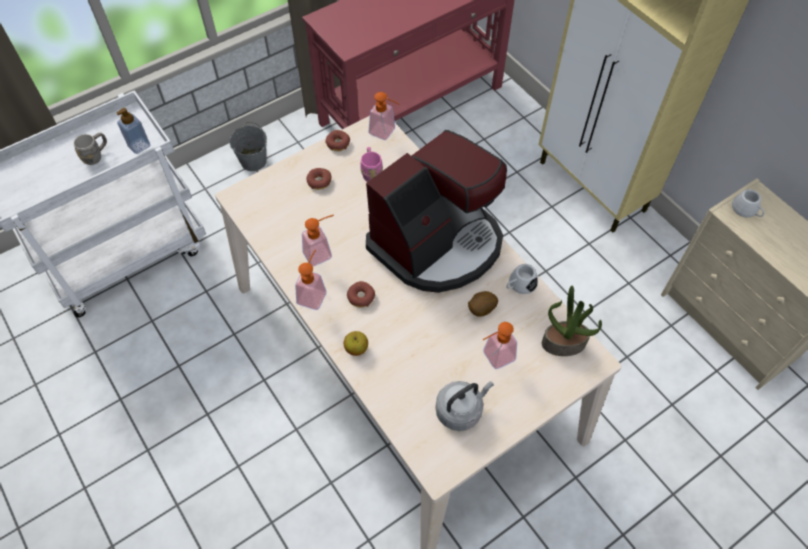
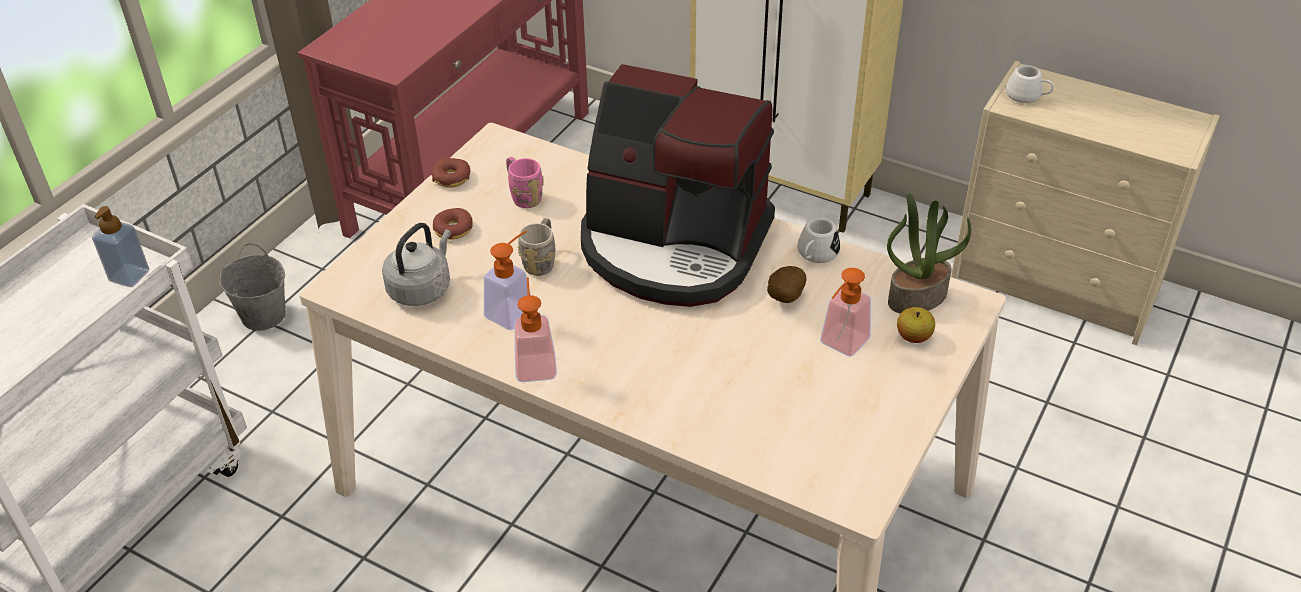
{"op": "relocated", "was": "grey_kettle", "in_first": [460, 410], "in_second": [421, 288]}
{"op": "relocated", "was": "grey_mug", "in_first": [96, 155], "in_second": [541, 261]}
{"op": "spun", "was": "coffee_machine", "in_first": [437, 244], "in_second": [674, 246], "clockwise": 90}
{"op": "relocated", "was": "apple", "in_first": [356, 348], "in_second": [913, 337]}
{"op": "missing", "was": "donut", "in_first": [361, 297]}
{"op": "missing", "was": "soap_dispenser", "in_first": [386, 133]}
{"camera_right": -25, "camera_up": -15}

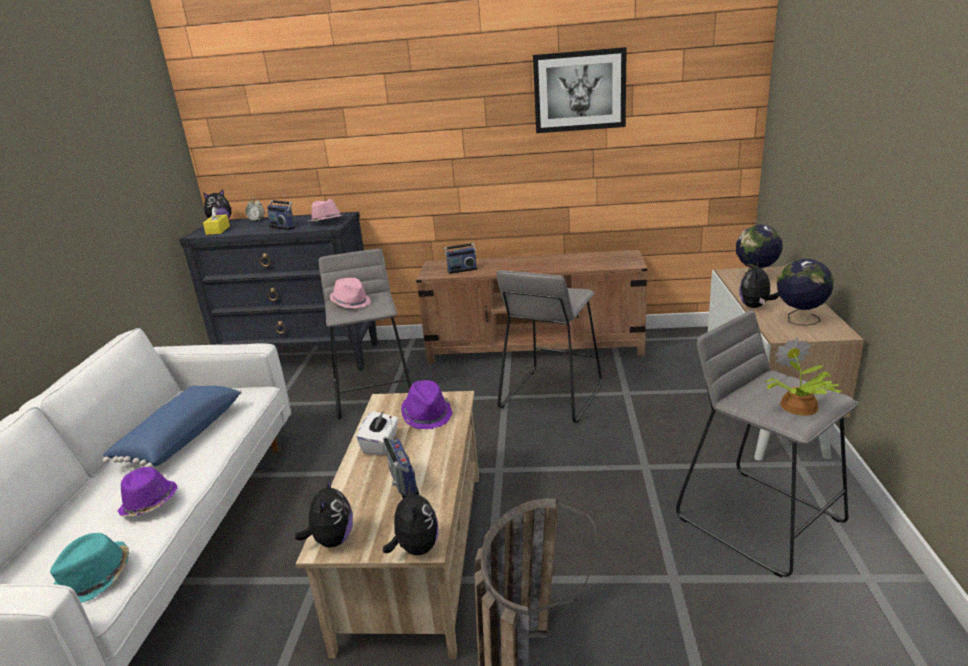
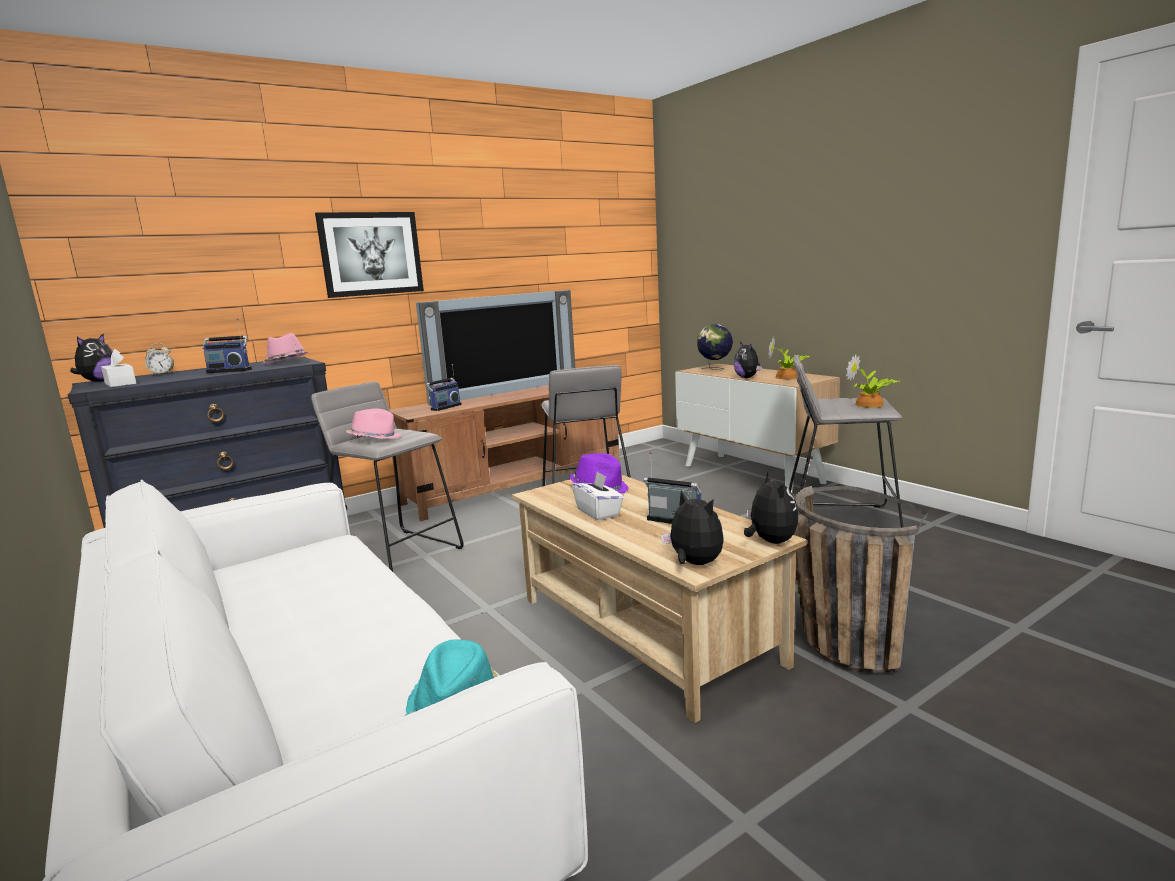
{"op": "colour", "was": "yellow_tissue_box", "now": "white_tissue_box", "in_first": [218, 230], "in_second": [120, 383]}
{"op": "relocated", "was": "picture", "in_first": [579, 91], "in_second": [371, 254]}
{"op": "appeared", "now": "television", "in_second": [503, 391]}
{"op": "spun", "was": "plush_toy", "in_first": [415, 548], "in_second": [770, 541], "clockwise": 45}
{"op": "exchanged", "was": "globe", "now": "potted_plant", "in_first": [799, 320], "in_second": [787, 377]}
{"op": "missing", "was": "blue_pillow", "in_first": [180, 437]}
{"op": "missing", "was": "purple_hat", "in_first": [149, 504]}
{"camera_right": -40, "camera_up": -10}

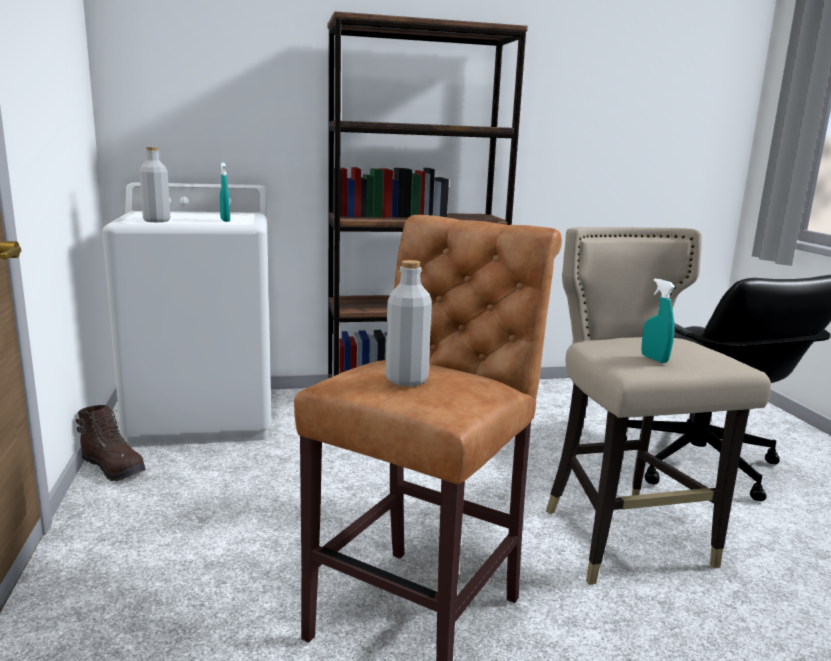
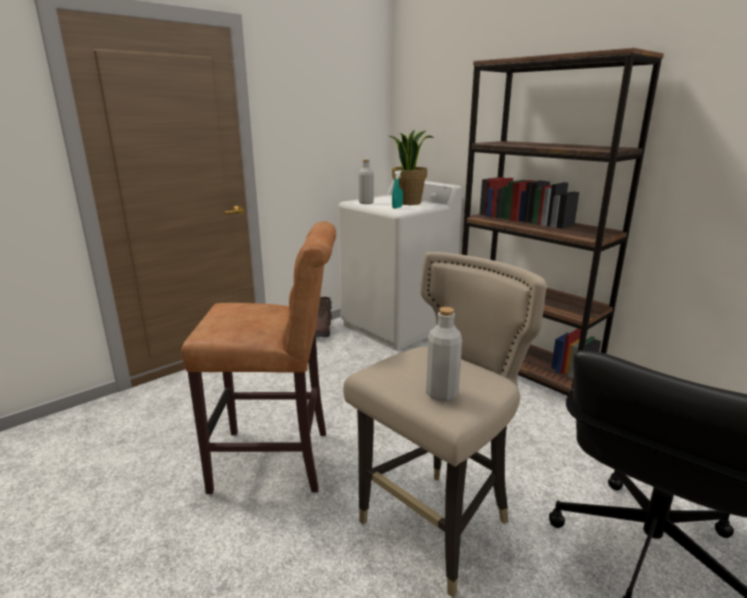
{"op": "appeared", "now": "potted_plant", "in_second": [408, 202]}
{"op": "relocated", "was": "grey_bottle", "in_first": [406, 380], "in_second": [441, 394]}
{"op": "missing", "was": "turquoise_spray_bottle", "in_first": [654, 359]}
{"camera_right": 60, "camera_up": 5}

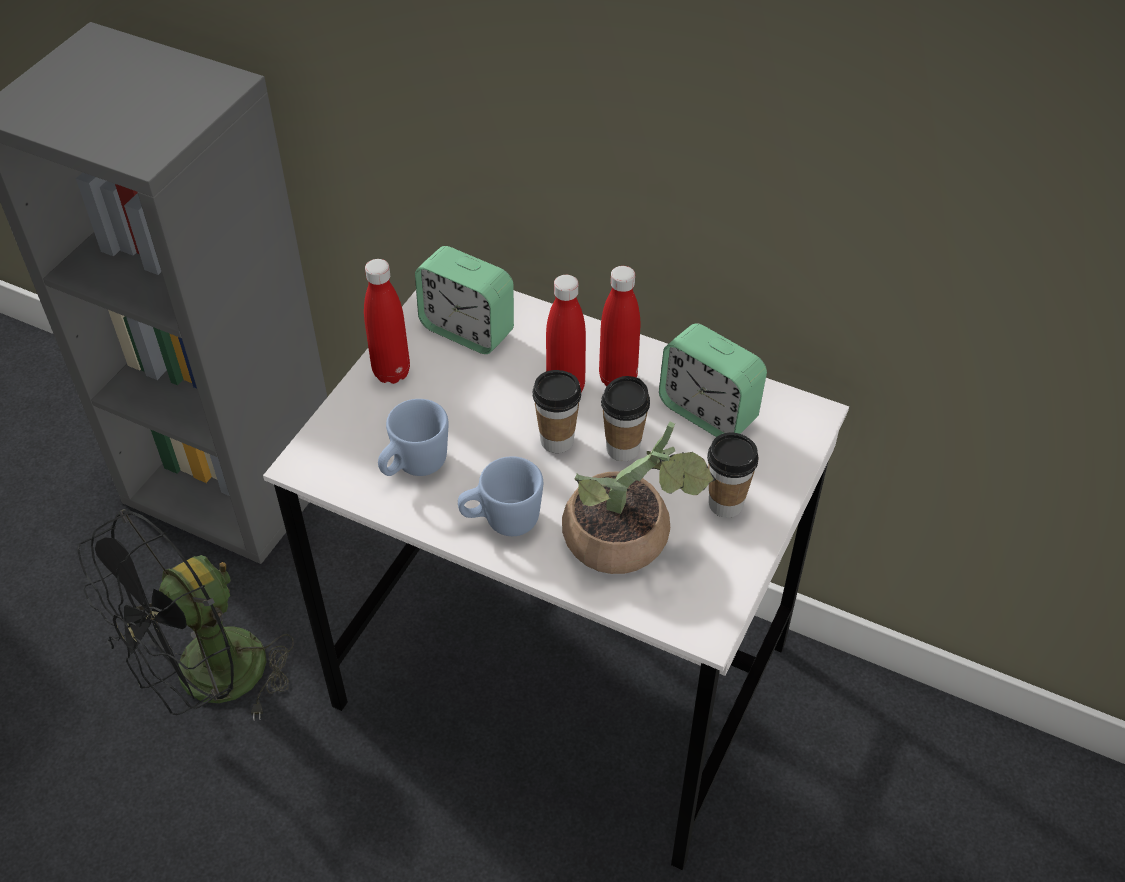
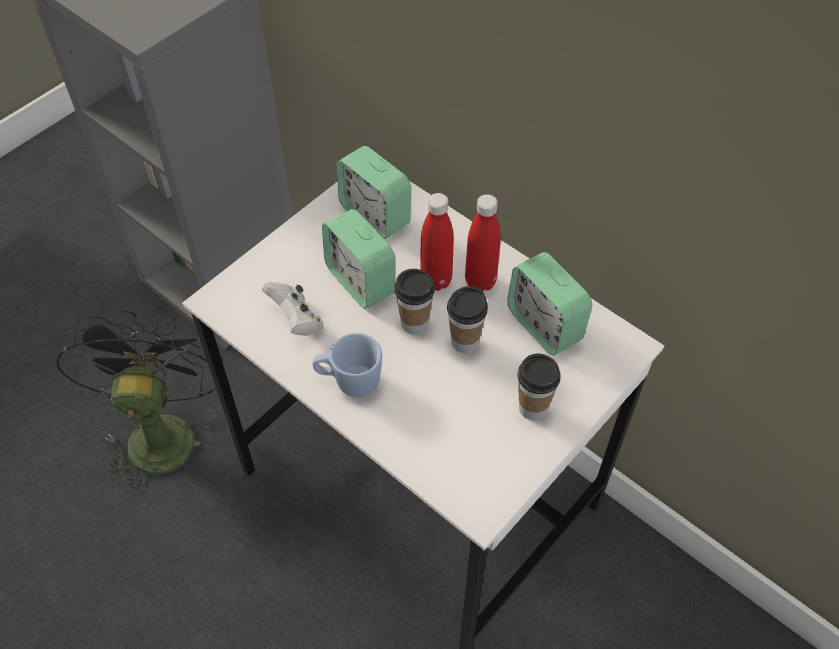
{"op": "spun", "was": "black_fan", "in_first": [207, 682], "in_second": [161, 430], "clockwise": 120}
{"op": "exchanged", "was": "blue_mug", "now": "white_game_controller", "in_first": [414, 466], "in_second": [297, 320]}
{"op": "appeared", "now": "alarm_clock", "in_second": [360, 281]}
{"op": "missing", "was": "red_bottle", "in_first": [391, 372]}
{"op": "missing", "was": "potted_plant", "in_first": [628, 542]}
{"camera_right": 15, "camera_up": 5}

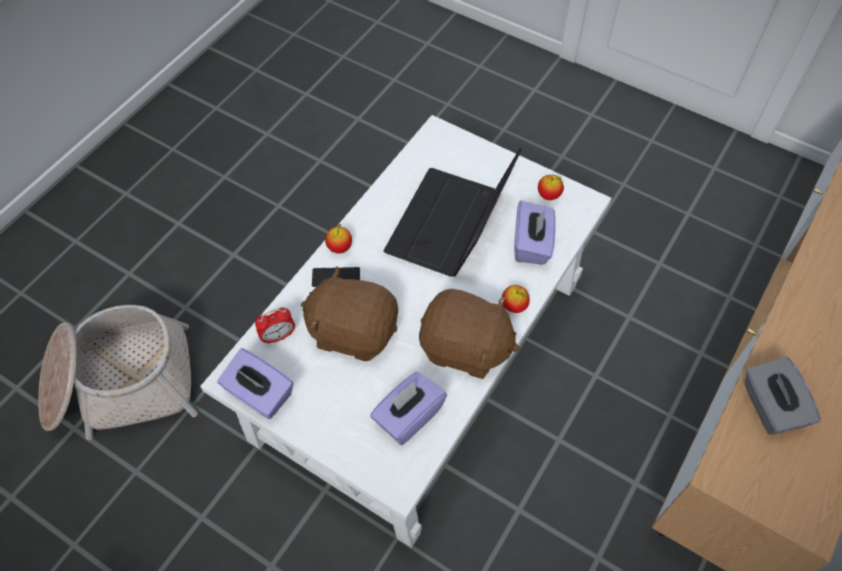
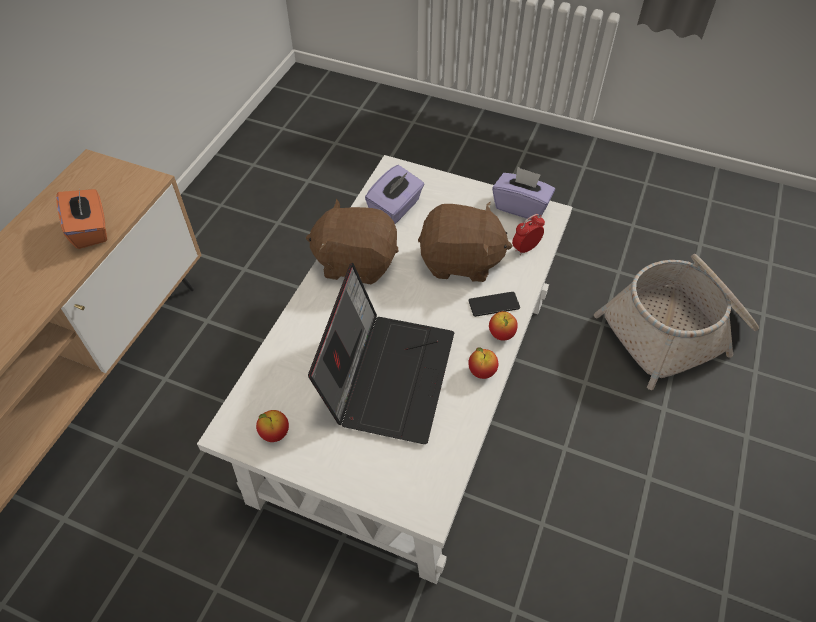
{"op": "colour", "was": "grey_tissue_box", "now": "orange_tissue_box", "in_first": [770, 407], "in_second": [90, 229]}
{"op": "relocated", "was": "apple", "in_first": [514, 306], "in_second": [481, 372]}
{"op": "missing", "was": "purple_tissue_box", "in_first": [532, 244]}
{"camera_right": 170, "camera_up": -5}

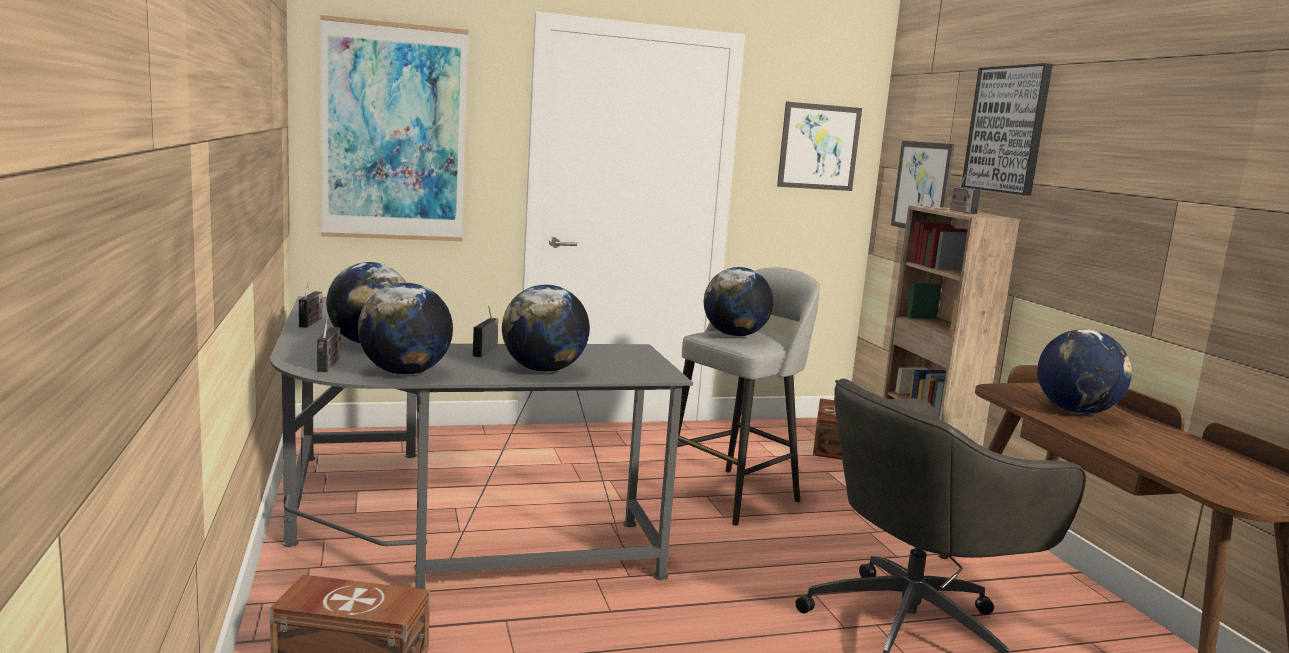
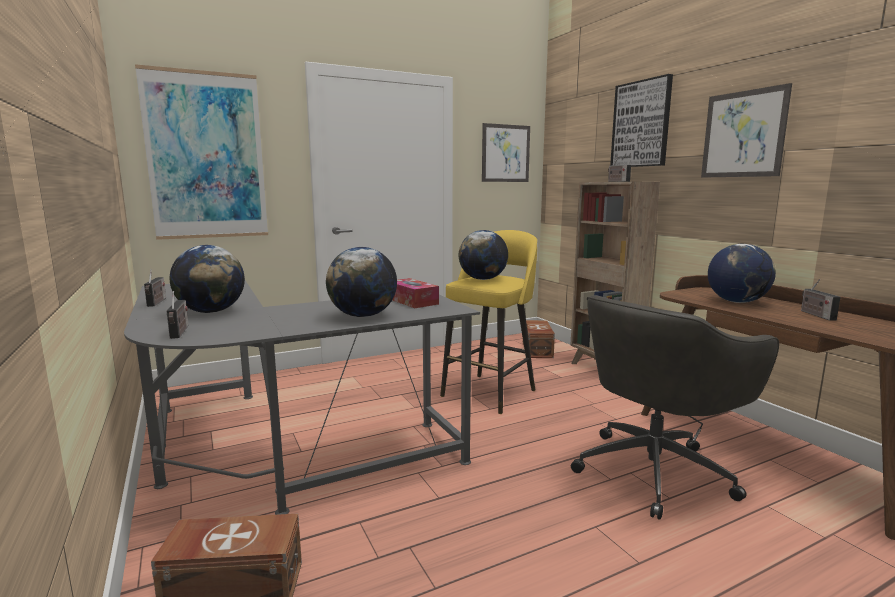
{"op": "appeared", "now": "tissue_box", "in_second": [412, 301]}
{"op": "colour", "was": "grey_stool", "now": "yellow_stool", "in_first": [734, 495], "in_second": [490, 392]}
{"op": "relocated", "was": "picture", "in_first": [922, 187], "in_second": [743, 134]}
{"op": "relocated", "was": "radio", "in_first": [485, 350], "in_second": [815, 315]}
{"op": "missing", "was": "globe", "in_first": [405, 372]}
{"camera_right": -10, "camera_up": 0}

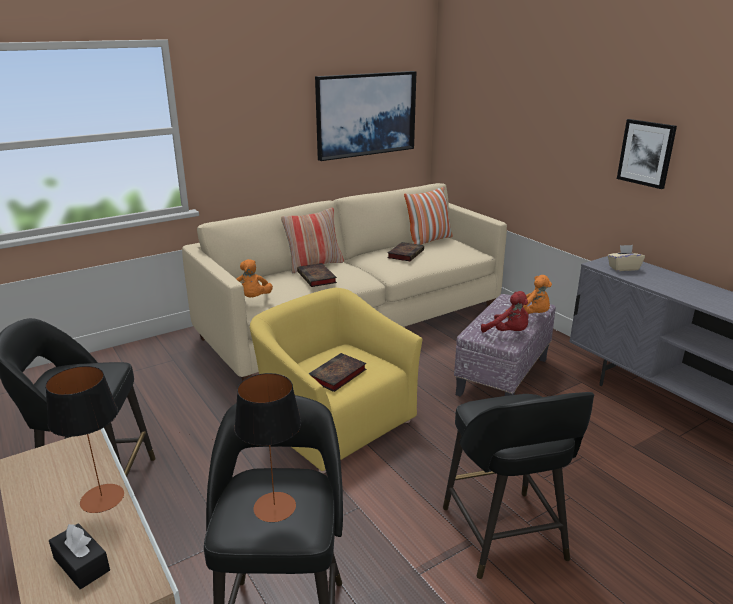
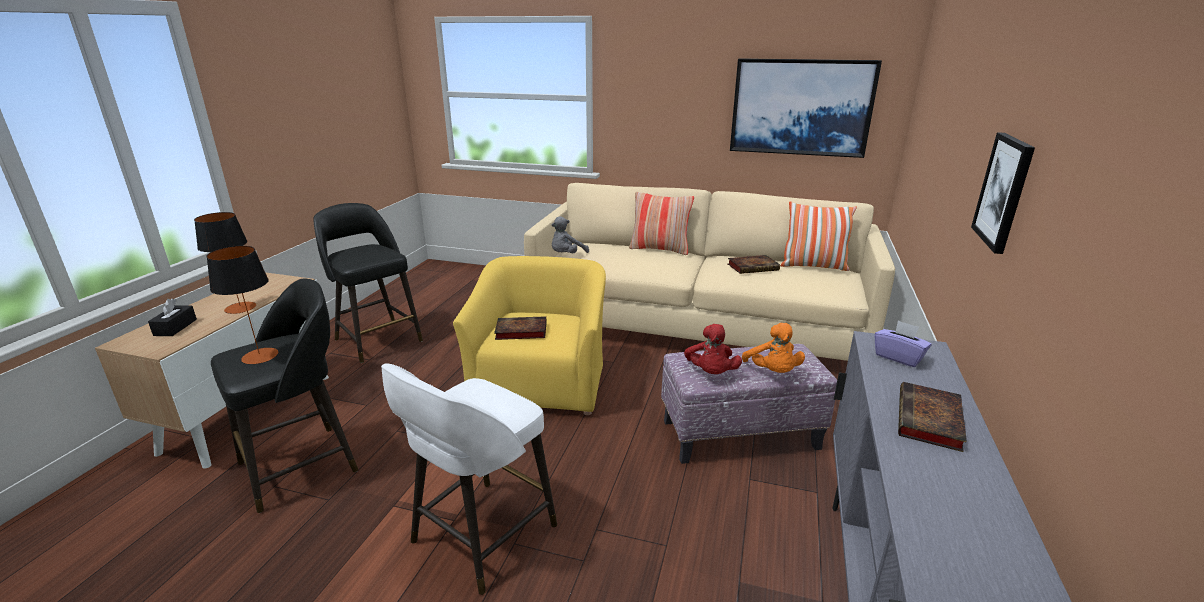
{"op": "colour", "was": "black_stool", "now": "white_stool", "in_first": [505, 536], "in_second": [481, 536]}
{"op": "colour", "was": "orange_plush_toy", "now": "grey_plush_toy", "in_first": [253, 299], "in_second": [567, 255]}
{"op": "colour", "was": "beige_tissue_box", "now": "purple_tissue_box", "in_first": [623, 268], "in_second": [898, 357]}
{"op": "relocated", "was": "book", "in_first": [317, 278], "in_second": [930, 421]}
{"camera_right": 50, "camera_up": 0}

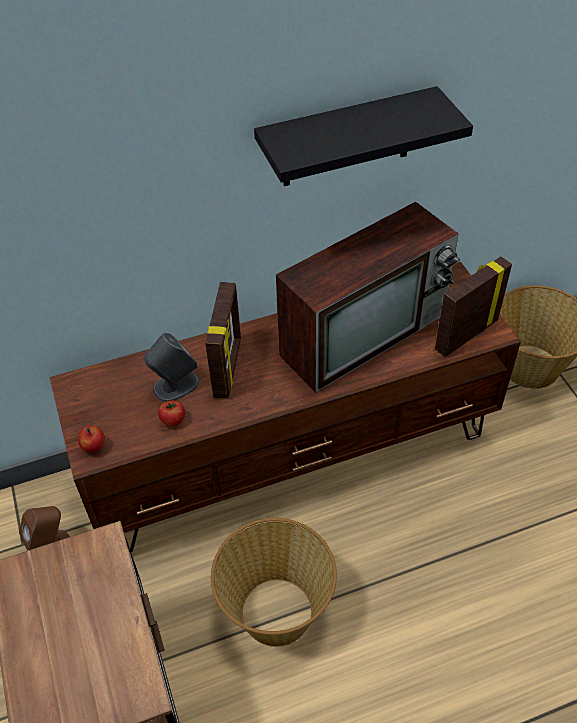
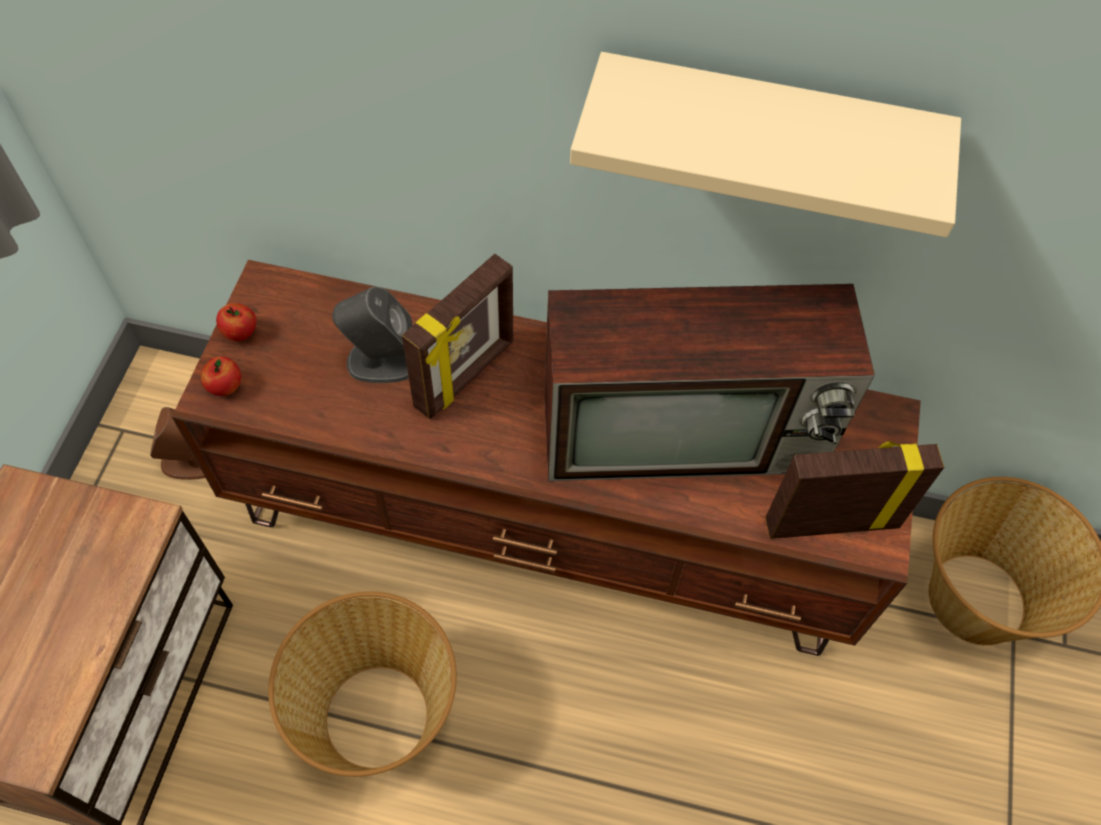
{"op": "relocated", "was": "apple", "in_first": [173, 421], "in_second": [241, 333]}
{"op": "colour", "was": "black_shelf", "now": "beige_shelf", "in_first": [346, 139], "in_second": [764, 134]}
{"camera_right": 30, "camera_up": 10}

